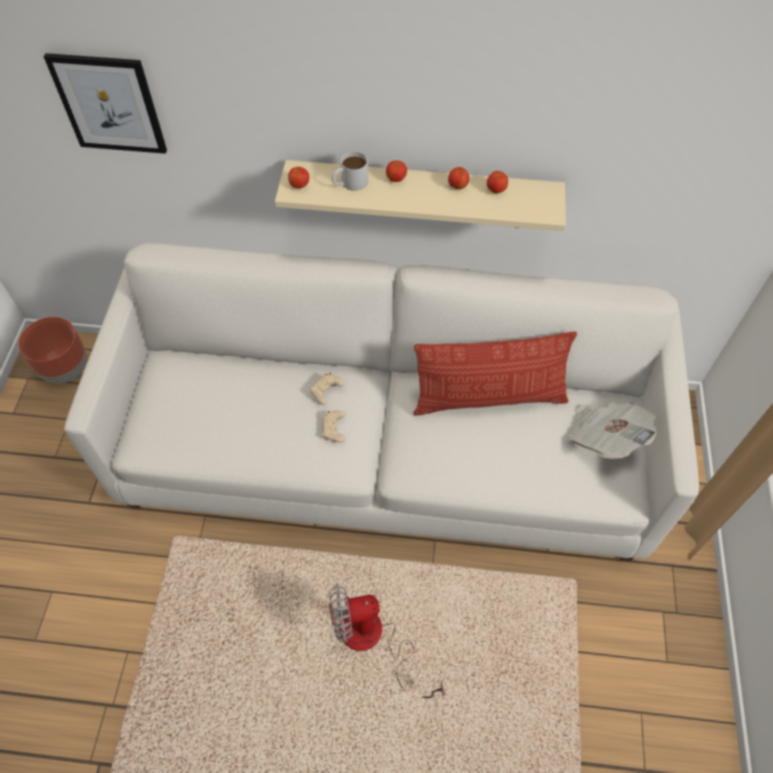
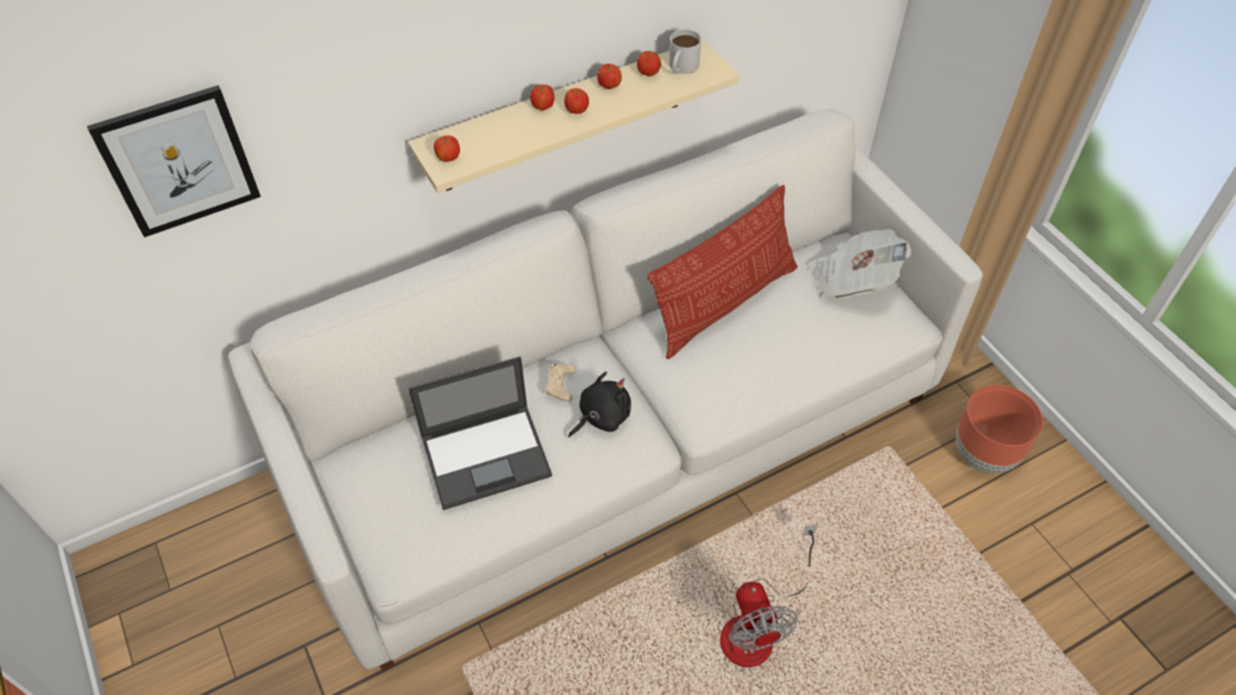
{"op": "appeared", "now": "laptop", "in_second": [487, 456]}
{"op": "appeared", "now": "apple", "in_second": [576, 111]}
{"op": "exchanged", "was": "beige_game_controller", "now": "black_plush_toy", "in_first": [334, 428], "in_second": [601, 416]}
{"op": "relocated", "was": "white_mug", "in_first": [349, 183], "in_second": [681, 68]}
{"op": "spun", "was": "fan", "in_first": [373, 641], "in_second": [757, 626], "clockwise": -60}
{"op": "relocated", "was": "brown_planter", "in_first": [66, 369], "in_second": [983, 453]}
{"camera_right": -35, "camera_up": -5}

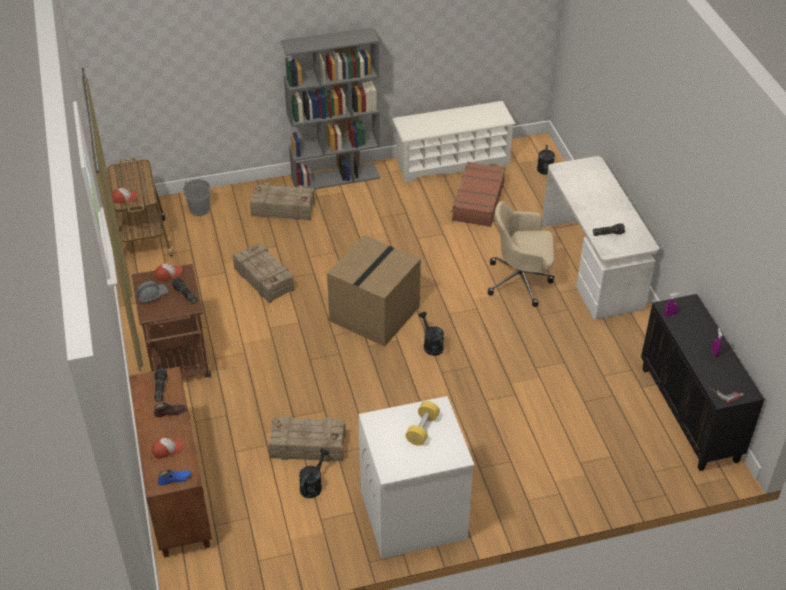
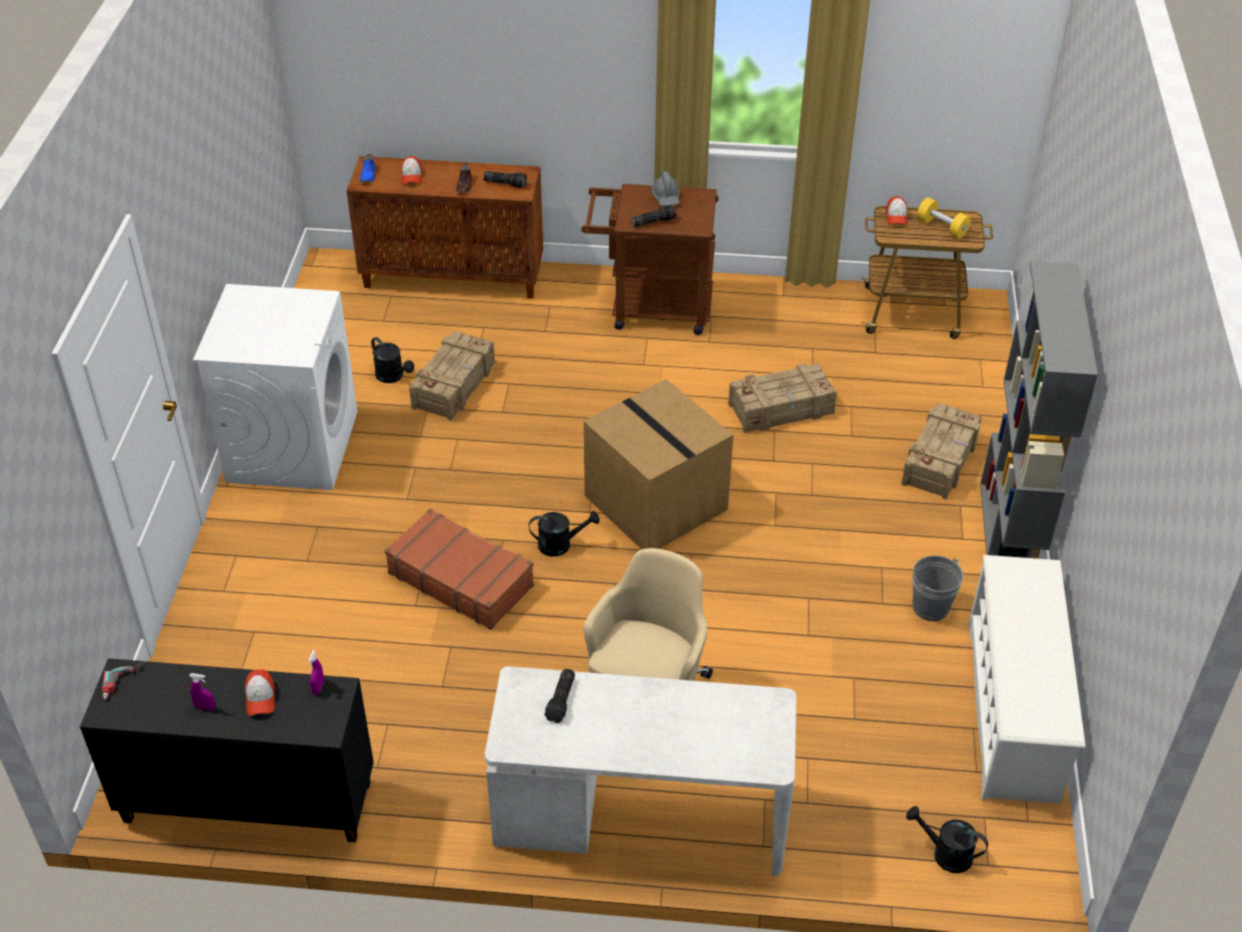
{"op": "relocated", "was": "cap", "in_first": [168, 274], "in_second": [260, 698]}
{"op": "relocated", "was": "brown_suitcase", "in_first": [477, 201], "in_second": [461, 579]}
{"op": "relocated", "was": "grey_bucket", "in_first": [200, 209], "in_second": [930, 607]}
{"op": "relocated", "was": "yellow_dumbbell", "in_first": [422, 429], "in_second": [942, 227]}
{"camera_right": 110, "camera_up": 0}

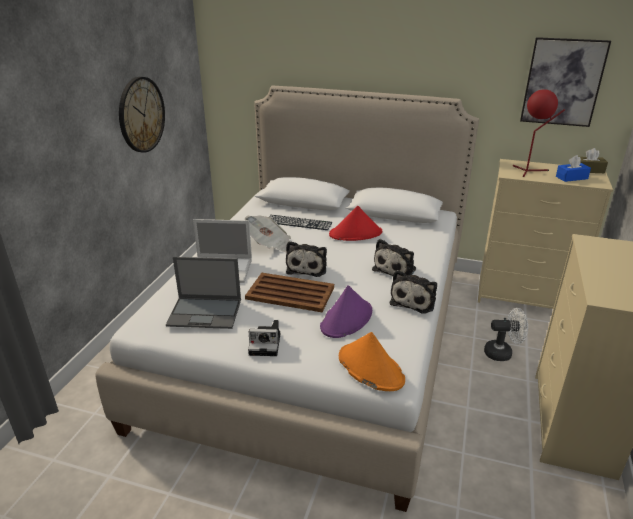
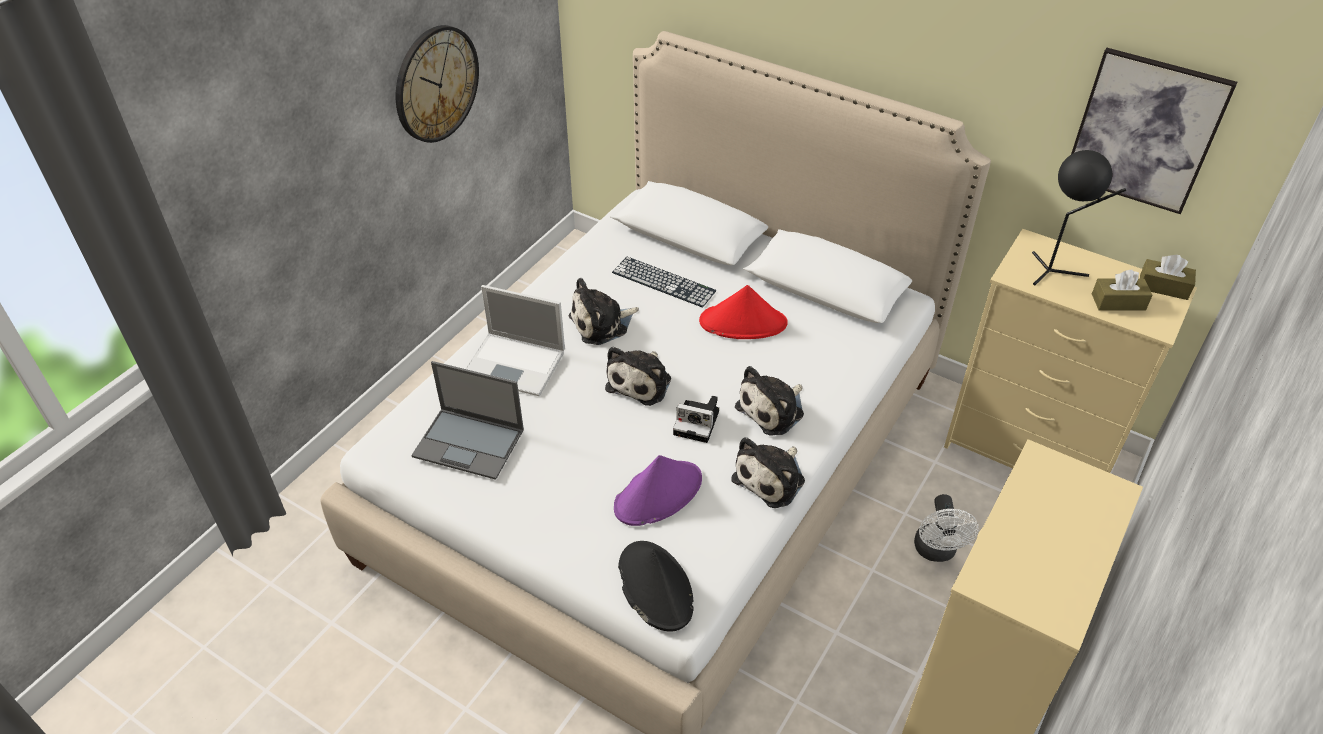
{"op": "exchanged", "was": "newspaper", "now": "plush_toy", "in_first": [269, 245], "in_second": [602, 324]}
{"op": "colour", "was": "orange_hat", "now": "black_hat", "in_first": [370, 368], "in_second": [654, 586]}
{"op": "relocated", "was": "photo_camera", "in_first": [266, 344], "in_second": [698, 423]}
{"op": "spun", "was": "white_fan", "in_first": [502, 353], "in_second": [936, 551], "clockwise": 75}
{"op": "colour", "was": "red_table_lamp", "now": "black_table_lamp", "in_first": [529, 171], "in_second": [1054, 271]}
{"op": "colour", "was": "blue_tissue_box", "now": "brown_tissue_box", "in_first": [571, 177], "in_second": [1118, 302]}
{"op": "missing", "was": "brown_tray", "in_first": [289, 293]}
{"camera_right": 15, "camera_up": 15}

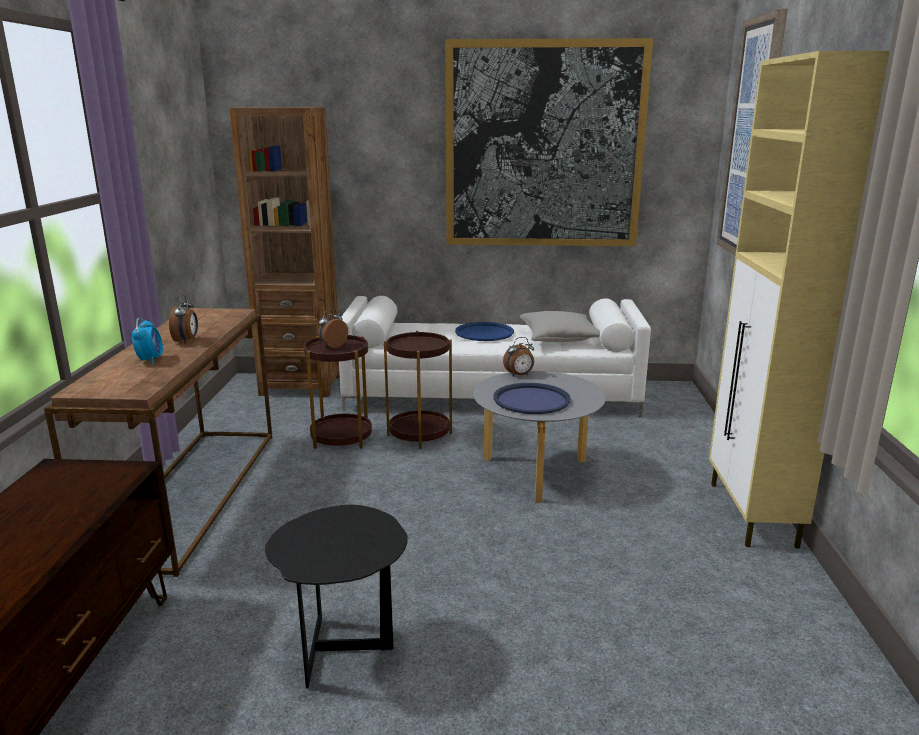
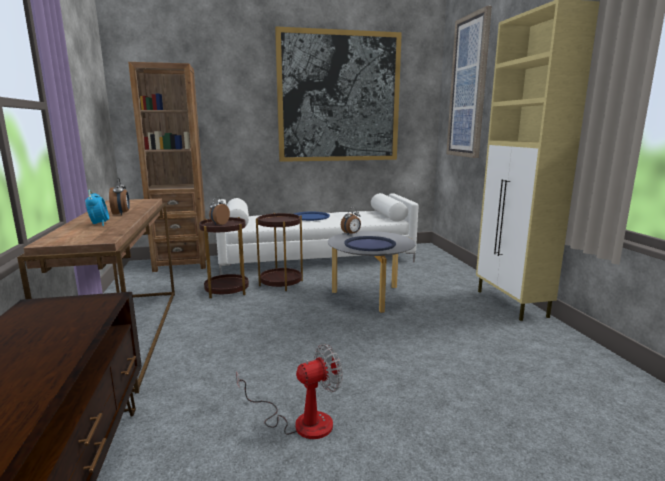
{"op": "exchanged", "was": "black_side_table", "now": "fan", "in_first": [344, 650], "in_second": [301, 421]}
{"op": "missing", "was": "grey_pillow", "in_first": [559, 338]}
{"camera_right": -15, "camera_up": -5}

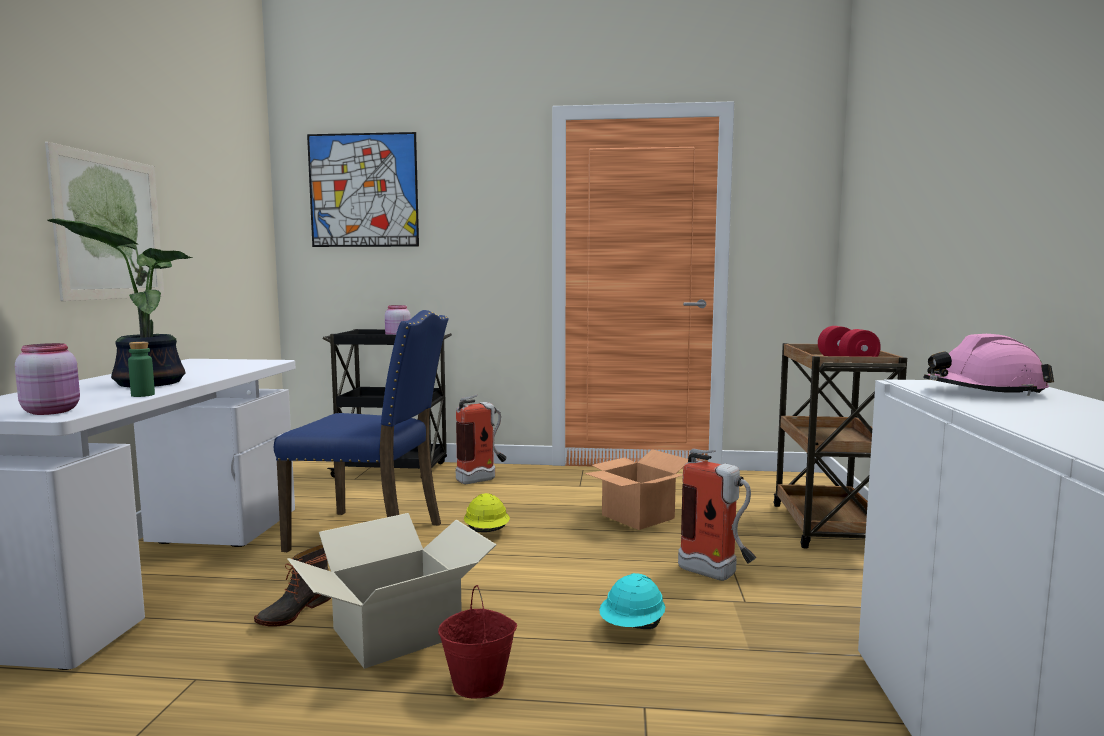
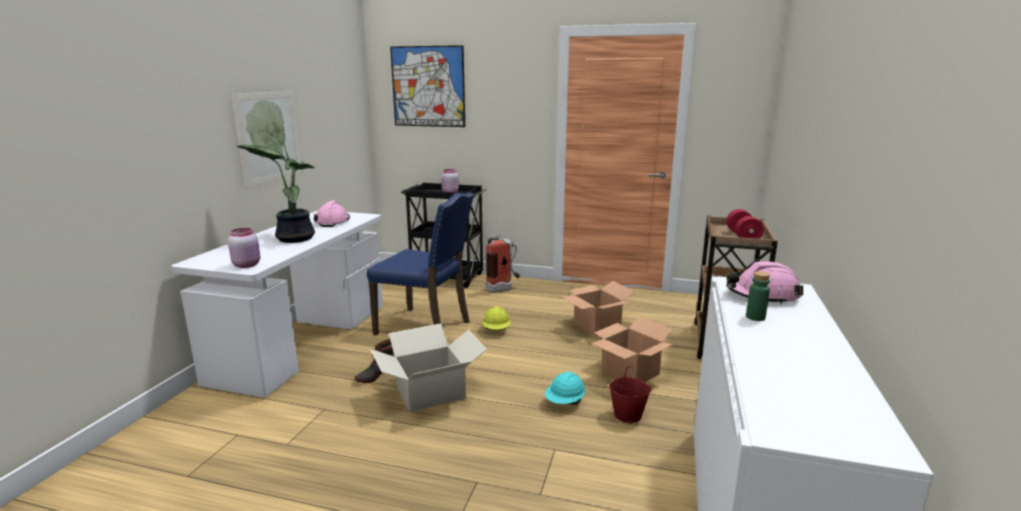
{"op": "appeared", "now": "pink_hard_hat", "in_second": [332, 222]}
{"op": "exchanged", "was": "fire_extinguisher", "now": "cardboard_box", "in_first": [717, 575], "in_second": [631, 373]}
{"op": "relocated", "was": "red_bucket", "in_first": [479, 684], "in_second": [628, 415]}
{"op": "relocated", "was": "green_bottle", "in_first": [143, 395], "in_second": [755, 317]}
{"camera_right": 10, "camera_up": 10}

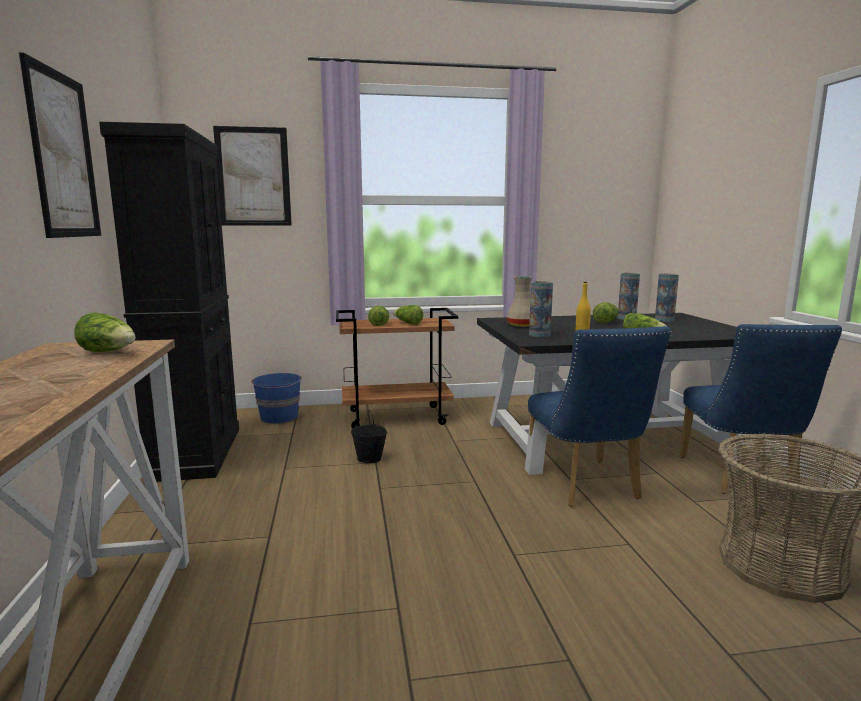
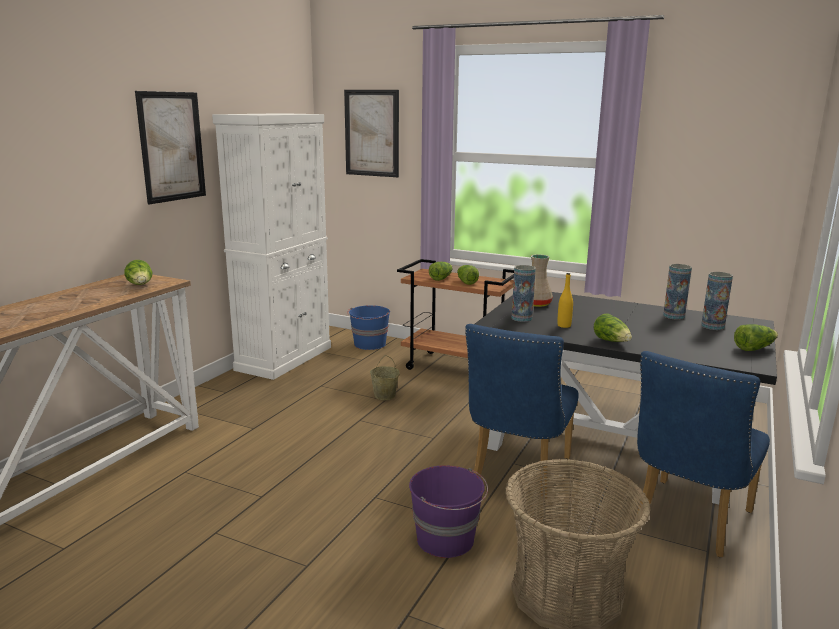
{"op": "colour", "was": "black_cabinet", "now": "white_cabinet", "in_first": [197, 452], "in_second": [284, 358]}
{"op": "colour", "was": "black_bucket", "now": "beige_bucket", "in_first": [370, 458], "in_second": [385, 396]}
{"op": "appeared", "now": "purple_bucket", "in_second": [446, 539]}
{"op": "relocated", "was": "lettuce", "in_first": [605, 322], "in_second": [754, 348]}
{"camera_right": 35, "camera_up": 5}

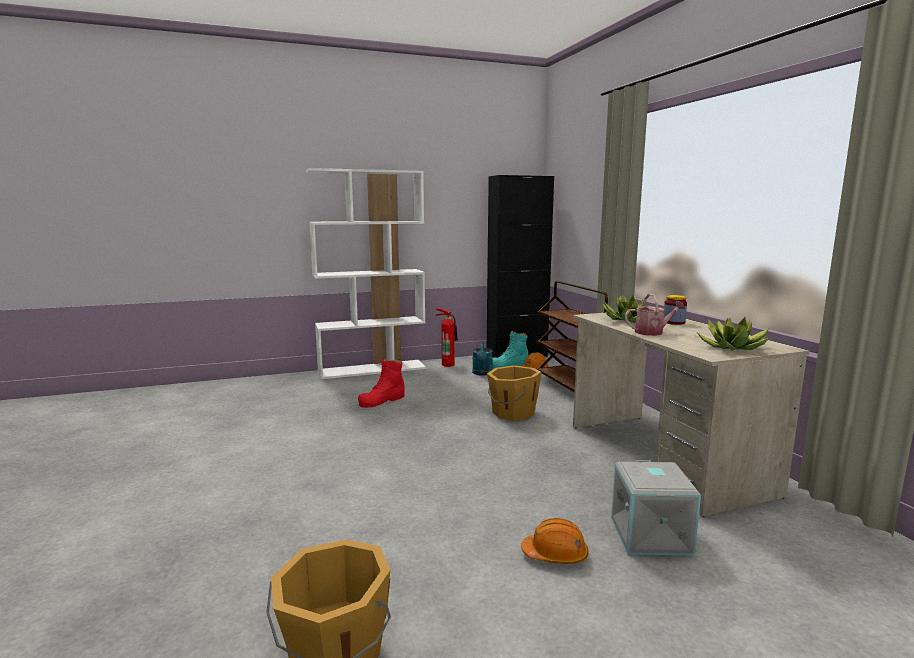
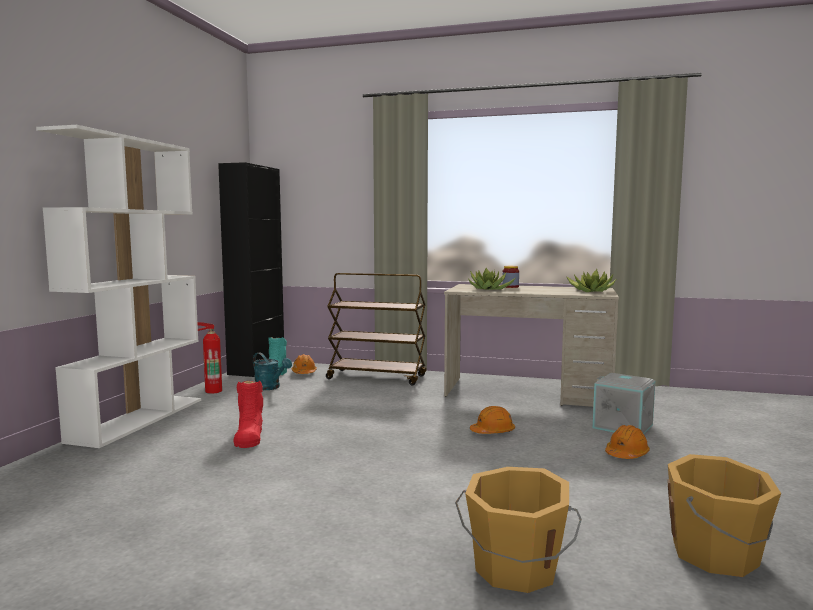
{"op": "relocated", "was": "orange_bucket", "in_first": [512, 413], "in_second": [515, 569]}
{"op": "appeared", "now": "orange_hard_hat", "in_second": [492, 432]}
{"op": "missing", "was": "watering_can", "in_first": [652, 332]}
{"camera_right": -55, "camera_up": -5}

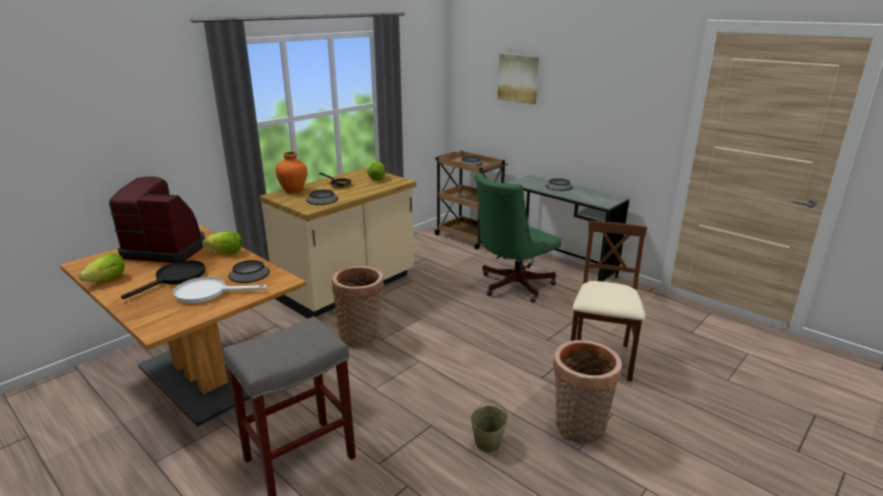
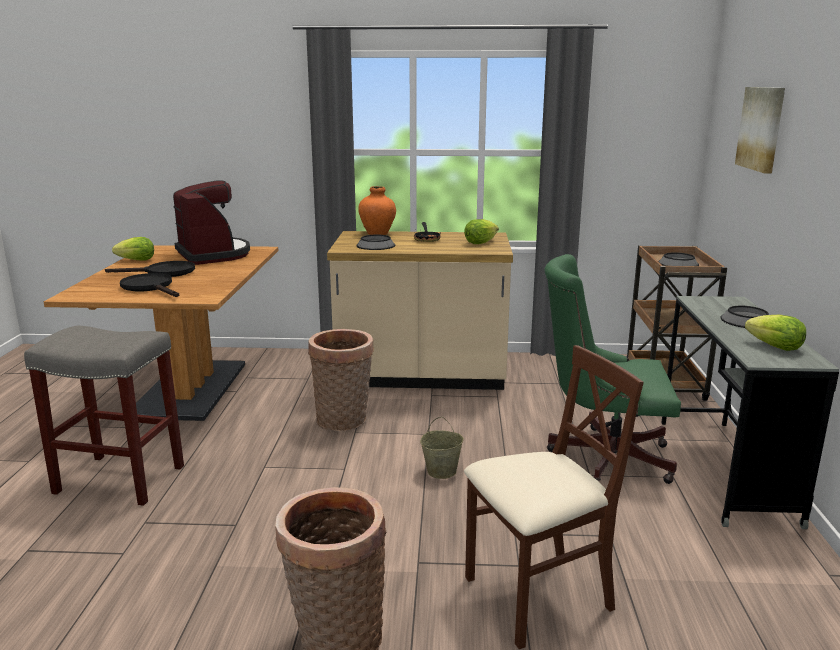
{"op": "colour", "was": "white_frying_pan", "now": "black_frying_pan", "in_first": [208, 293], "in_second": [150, 287]}
{"op": "relocated", "was": "beige_bucket", "in_first": [488, 443], "in_second": [442, 471]}
{"op": "relocated", "was": "lettuce", "in_first": [226, 253], "in_second": [775, 347]}
{"op": "missing", "was": "bowl", "in_first": [249, 274]}
{"camera_right": 50, "camera_up": -5}

